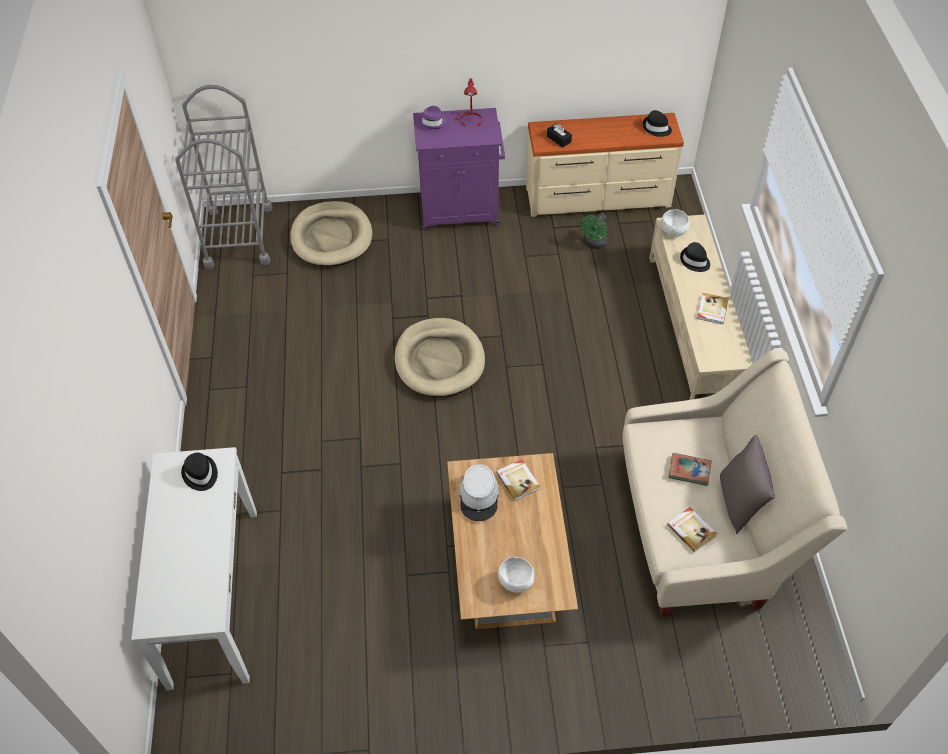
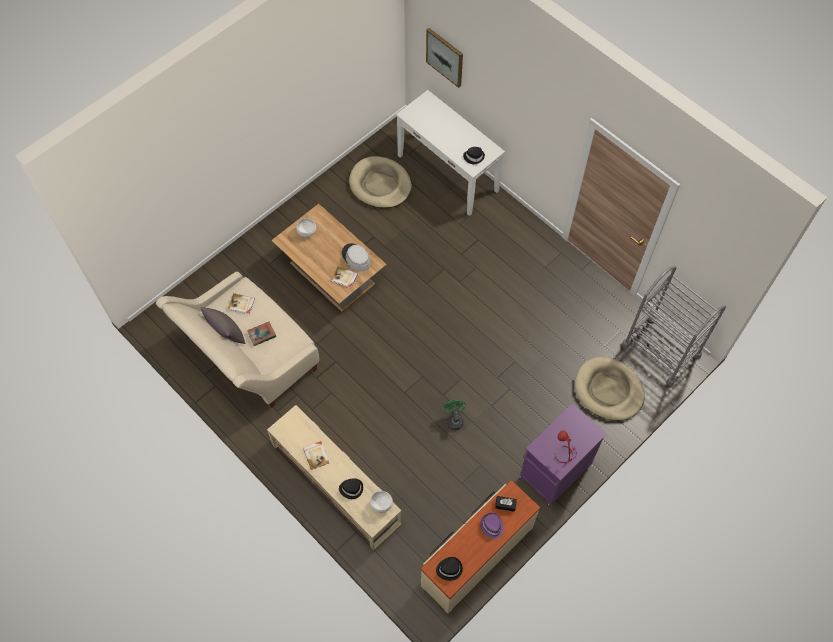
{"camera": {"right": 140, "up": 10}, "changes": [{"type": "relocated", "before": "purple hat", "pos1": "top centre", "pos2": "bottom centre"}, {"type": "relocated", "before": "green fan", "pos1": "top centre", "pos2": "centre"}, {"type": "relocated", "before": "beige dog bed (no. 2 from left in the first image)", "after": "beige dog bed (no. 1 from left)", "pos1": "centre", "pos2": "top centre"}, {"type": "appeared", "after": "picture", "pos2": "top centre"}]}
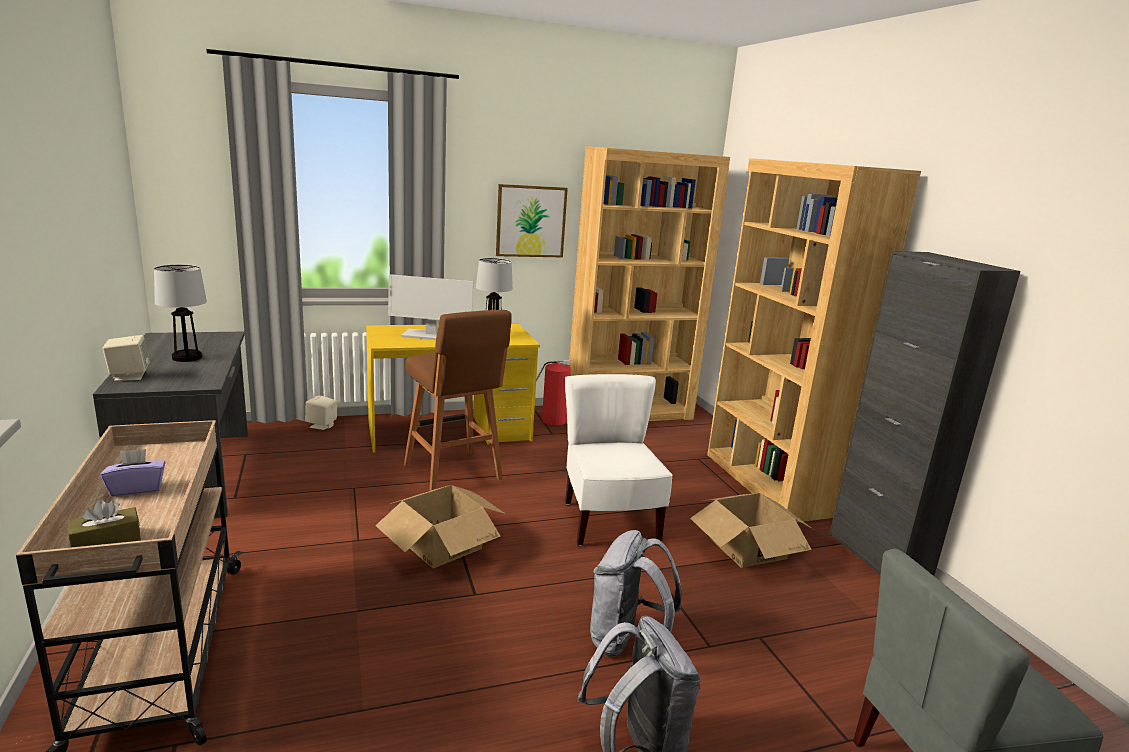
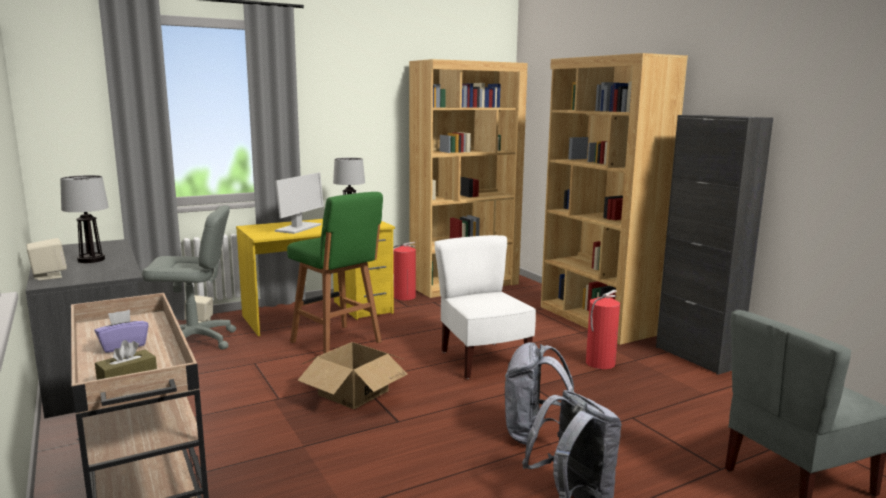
{"camera": {"right": -10, "up": -5}, "changes": [{"type": "missing", "before": "picture", "pos1": "top centre"}, {"type": "spun", "before": "monitor", "pos1": "centre", "pos2": "centre", "turn": -60}, {"type": "colour", "before": "brown stool", "after": "green stool", "pos1": "centre", "pos2": "centre"}, {"type": "exchanged", "before": "cardboard box (no. 2 from left)", "after": "fire extinguisher (no. 2 from left)", "pos1": "bottom centre", "pos2": "middle right"}, {"type": "appeared", "after": "grey office chair", "pos2": "middle left"}]}
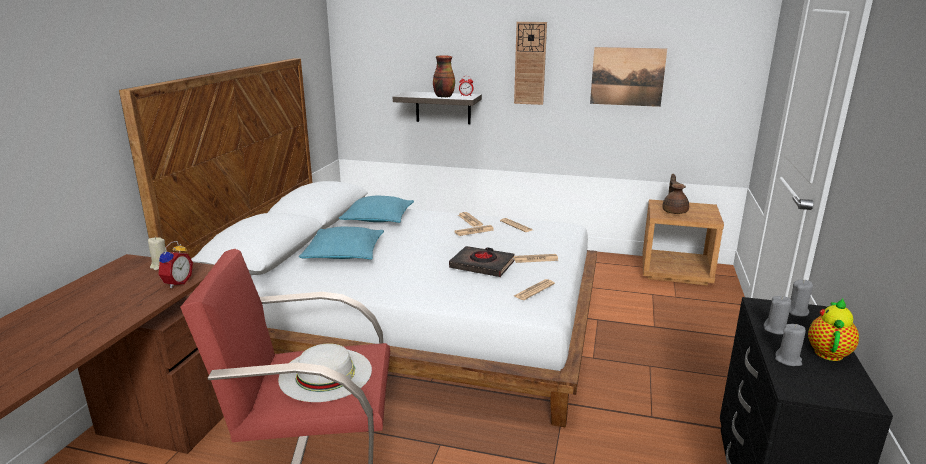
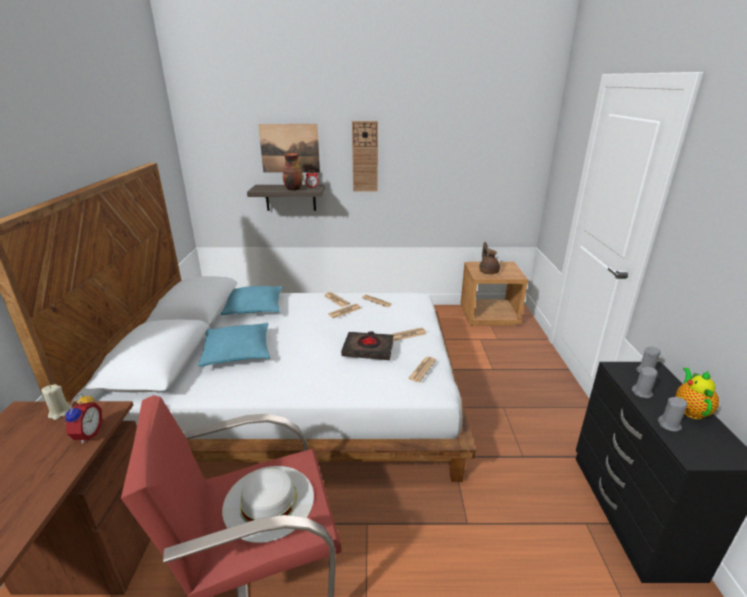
{"camera": {"right": -15, "up": 5}, "changes": [{"type": "relocated", "before": "picture", "pos1": "top right", "pos2": "top centre"}]}
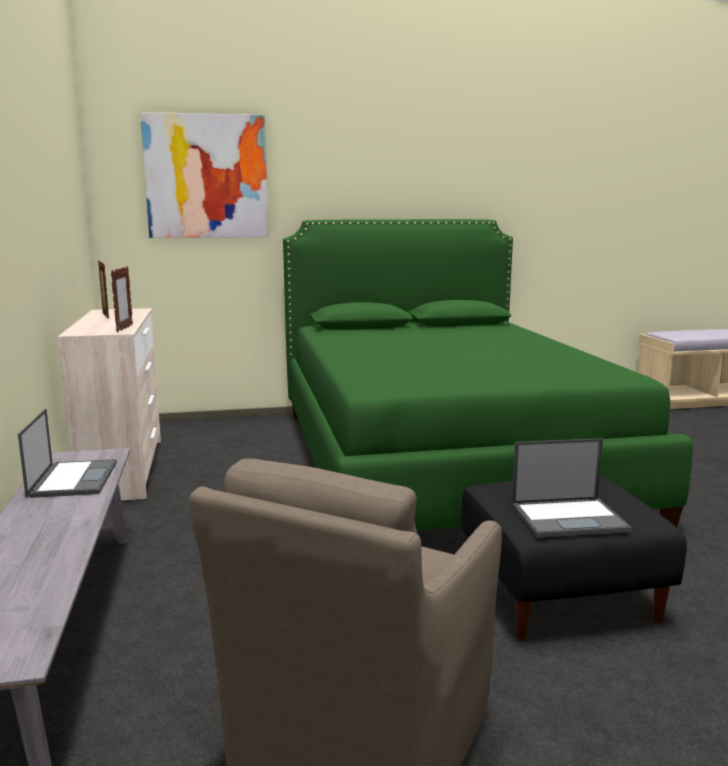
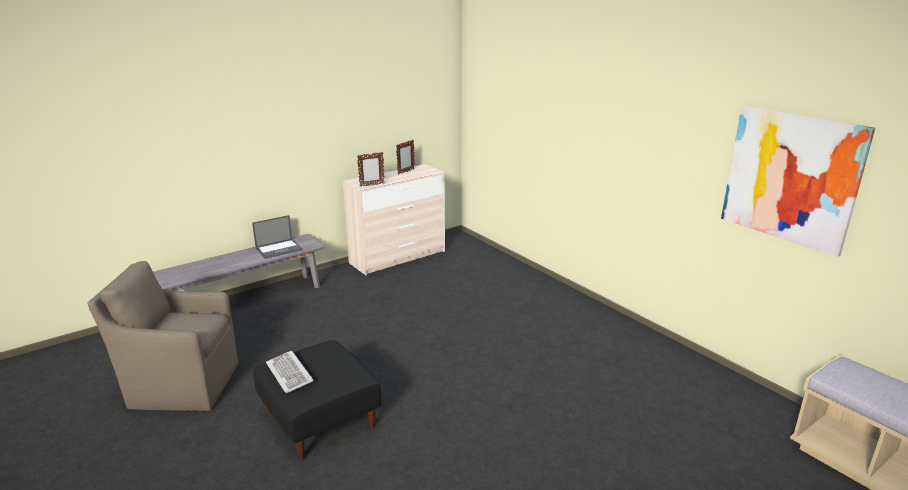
{"camera": {"right": 65, "up": 10}, "changes": [{"type": "relocated", "before": "picture", "pos1": "top left", "pos2": "middle right"}, {"type": "missing", "before": "green bed", "pos1": "middle right"}, {"type": "exchanged", "before": "laptop (no. 2 from left)", "after": "keyboard", "pos1": "middle right", "pos2": "bottom left"}]}
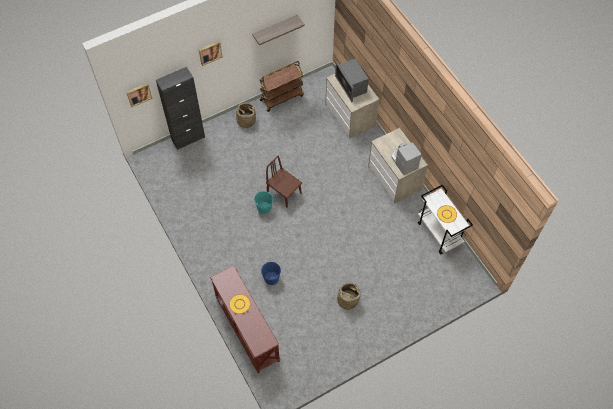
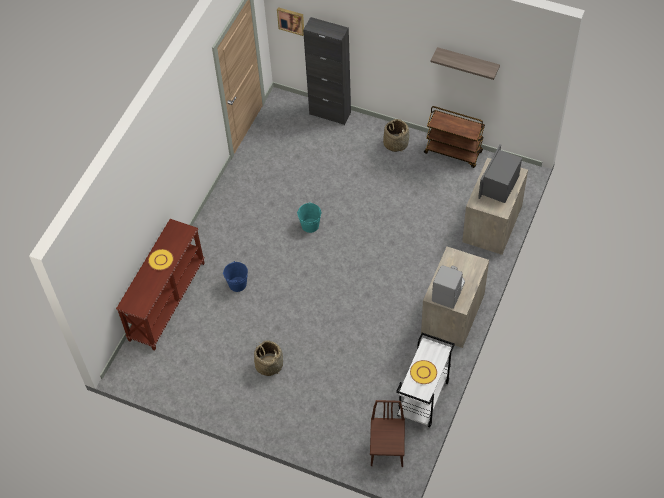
{"camera": {"right": 55, "up": -5}, "changes": [{"type": "missing", "before": "picture (no. 2 from left)", "pos1": "top centre"}, {"type": "relocated", "before": "brown chair", "pos1": "centre", "pos2": "bottom centre"}]}
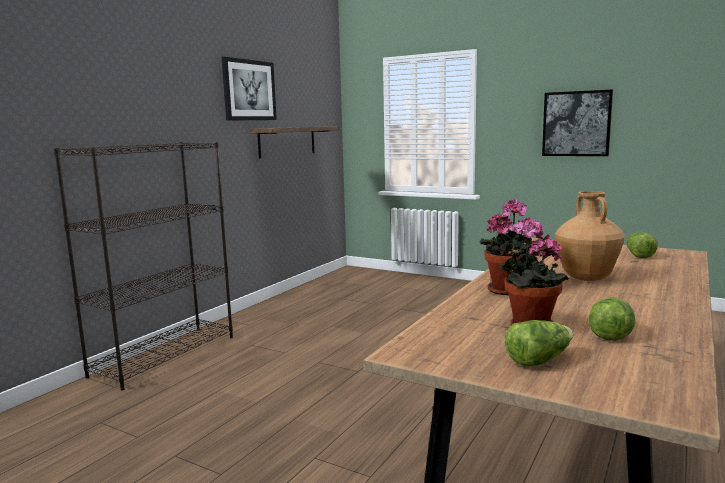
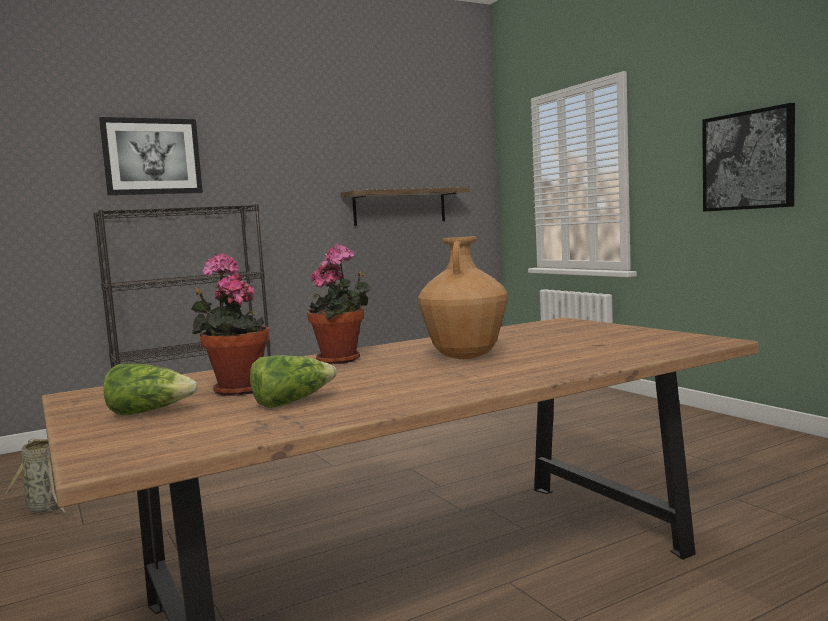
{"camera": {"right": 30, "up": -5}, "changes": [{"type": "relocated", "before": "picture (no. 1 from left)", "pos1": "top centre", "pos2": "top left"}, {"type": "missing", "before": "lettuce (no. 3 from left)", "pos1": "middle right"}, {"type": "appeared", "after": "basket", "pos2": "bottom left"}]}
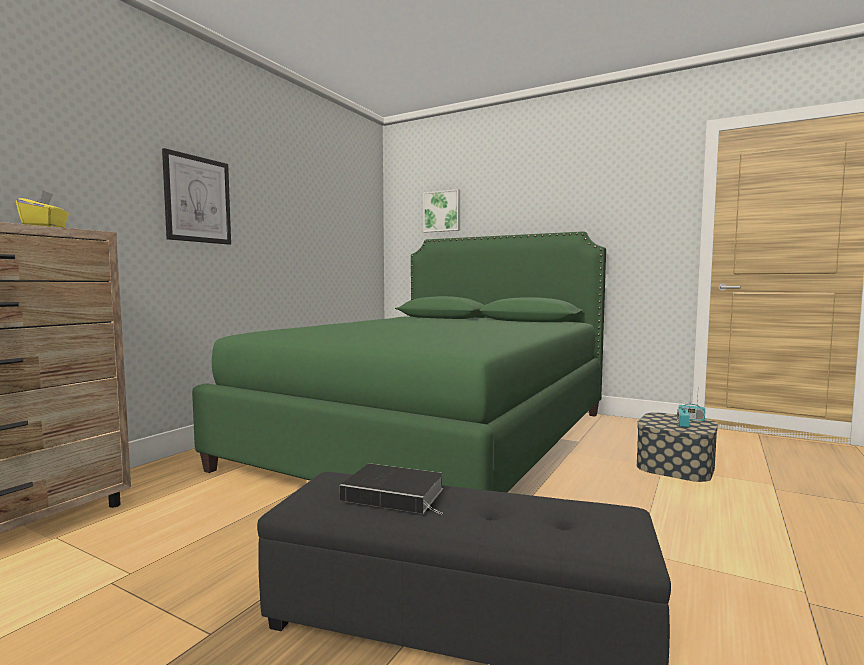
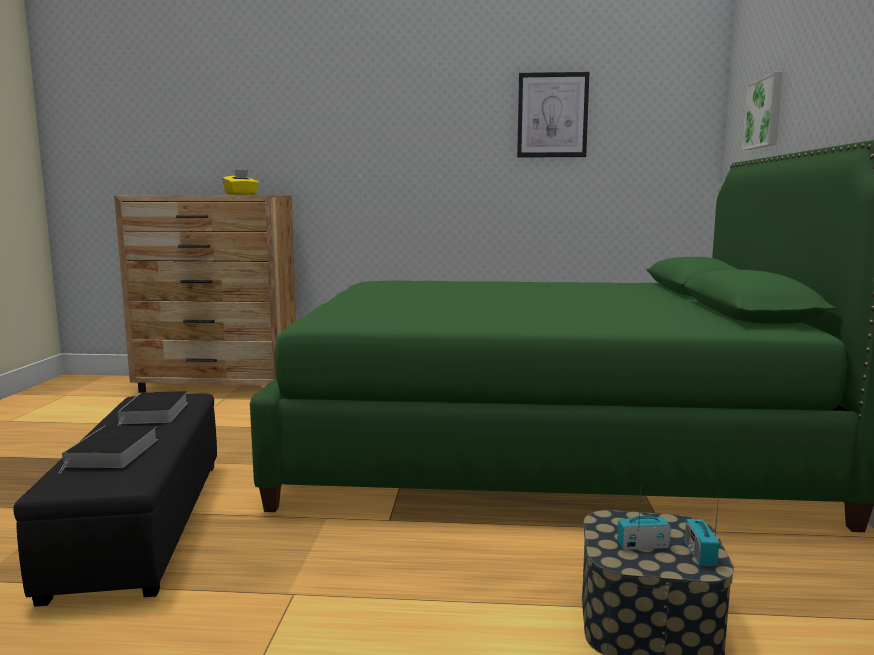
{"camera": {"right": 65, "up": 5}, "changes": [{"type": "relocated", "before": "picture (no. 1 from left)", "pos1": "top left", "pos2": "top centre"}, {"type": "appeared", "after": "book (no. 1 from left)", "pos2": "bottom left"}]}
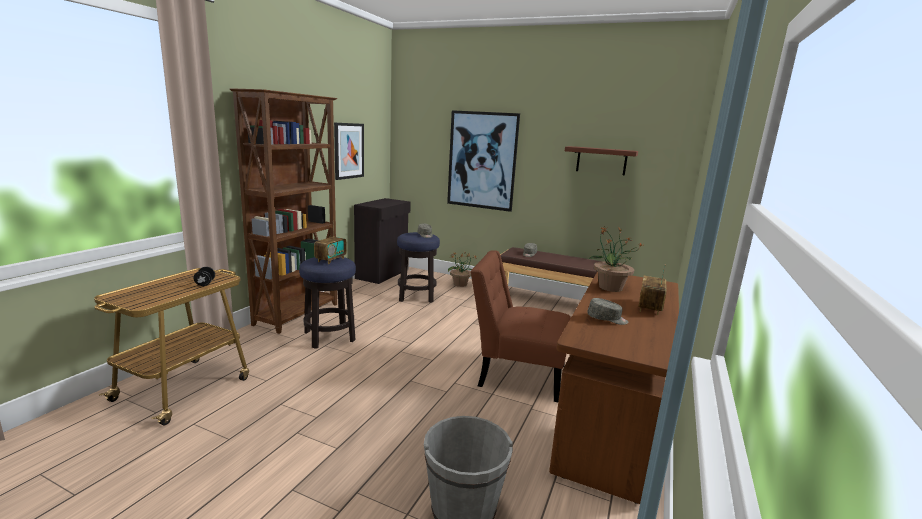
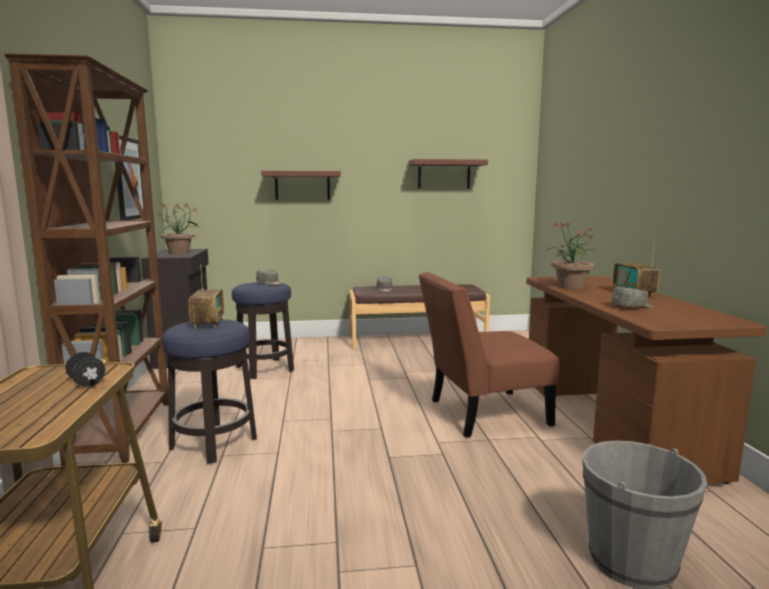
{"camera": {"right": -30, "up": -5}, "changes": [{"type": "exchanged", "before": "picture (no. 2 from left)", "after": "shelf (no. 1 from left)", "pos1": "top centre", "pos2": "top centre"}, {"type": "relocated", "before": "potted plant (no. 1 from left)", "pos1": "centre", "pos2": "middle left"}]}
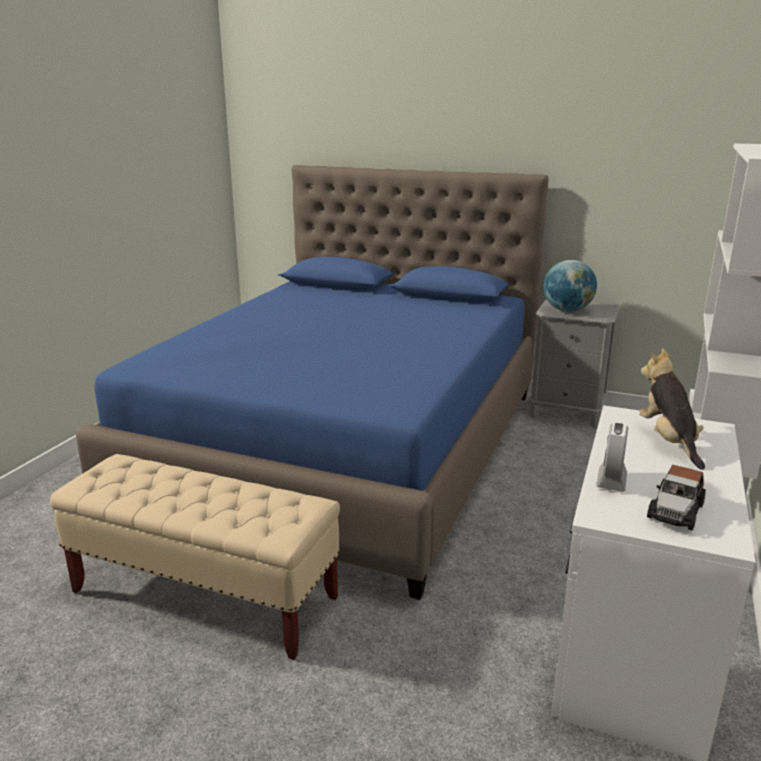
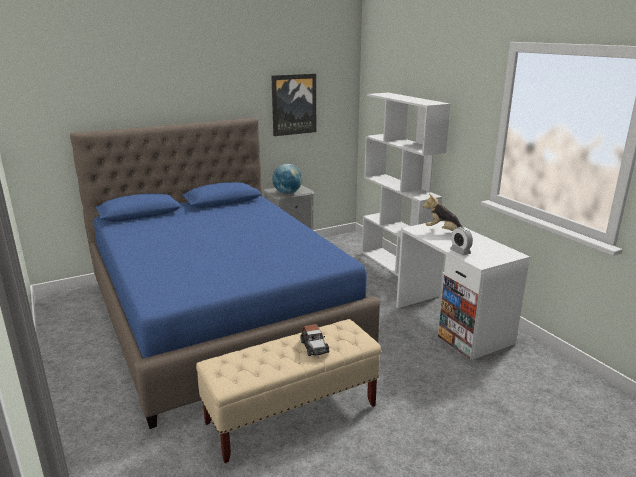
{"camera": {"right": -50, "up": 0}, "changes": [{"type": "relocated", "before": "toy car", "pos1": "middle right", "pos2": "bottom centre"}, {"type": "appeared", "after": "picture", "pos2": "top centre"}]}
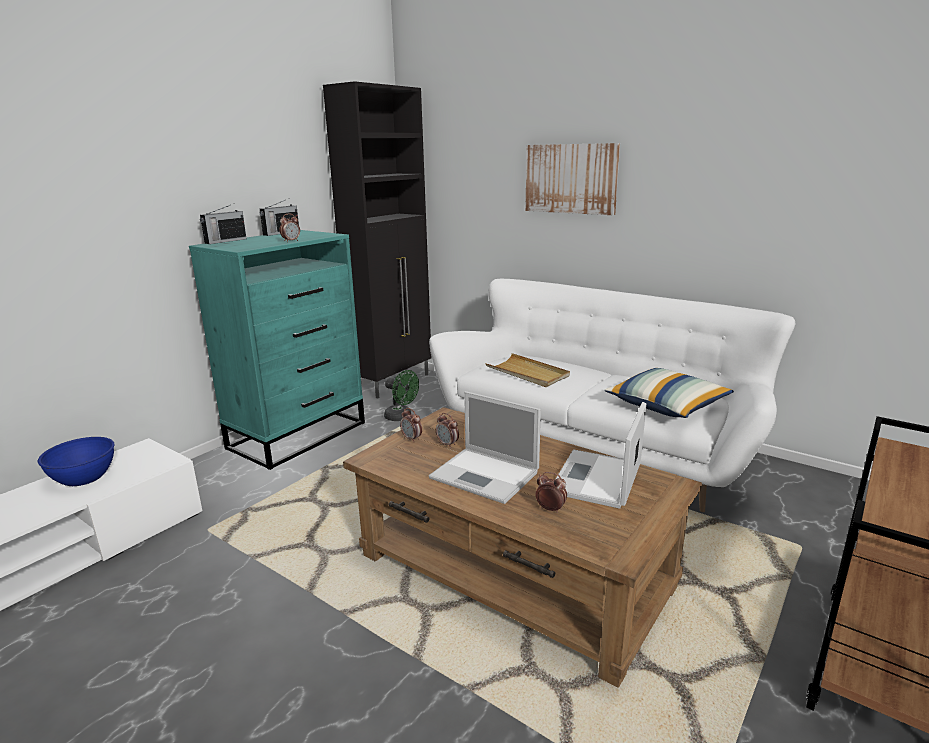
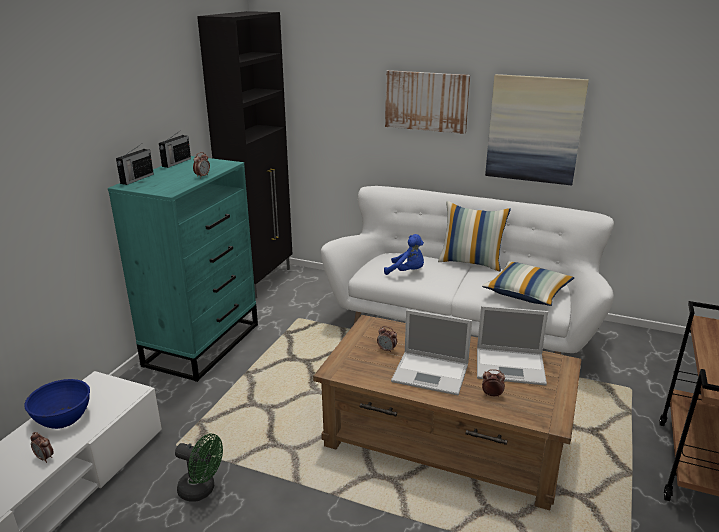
{"camera": {"right": -15, "up": 5}, "changes": [{"type": "exchanged", "before": "beige tray", "after": "blue plush toy", "pos1": "centre", "pos2": "centre"}, {"type": "relocated", "before": "green fan", "pos1": "centre", "pos2": "bottom left"}, {"type": "spun", "before": "laptop (no. 2 from left)", "pos1": "centre", "pos2": "middle right", "turn": -90}, {"type": "relocated", "before": "alarm clock (no. 2 from left in the first image)", "after": "alarm clock (no. 1 from left)", "pos1": "centre", "pos2": "bottom left"}, {"type": "appeared", "after": "picture (no. 2 from left)", "pos2": "top right"}, {"type": "appeared", "after": "pillow (no. 1 from left)", "pos2": "centre"}]}
